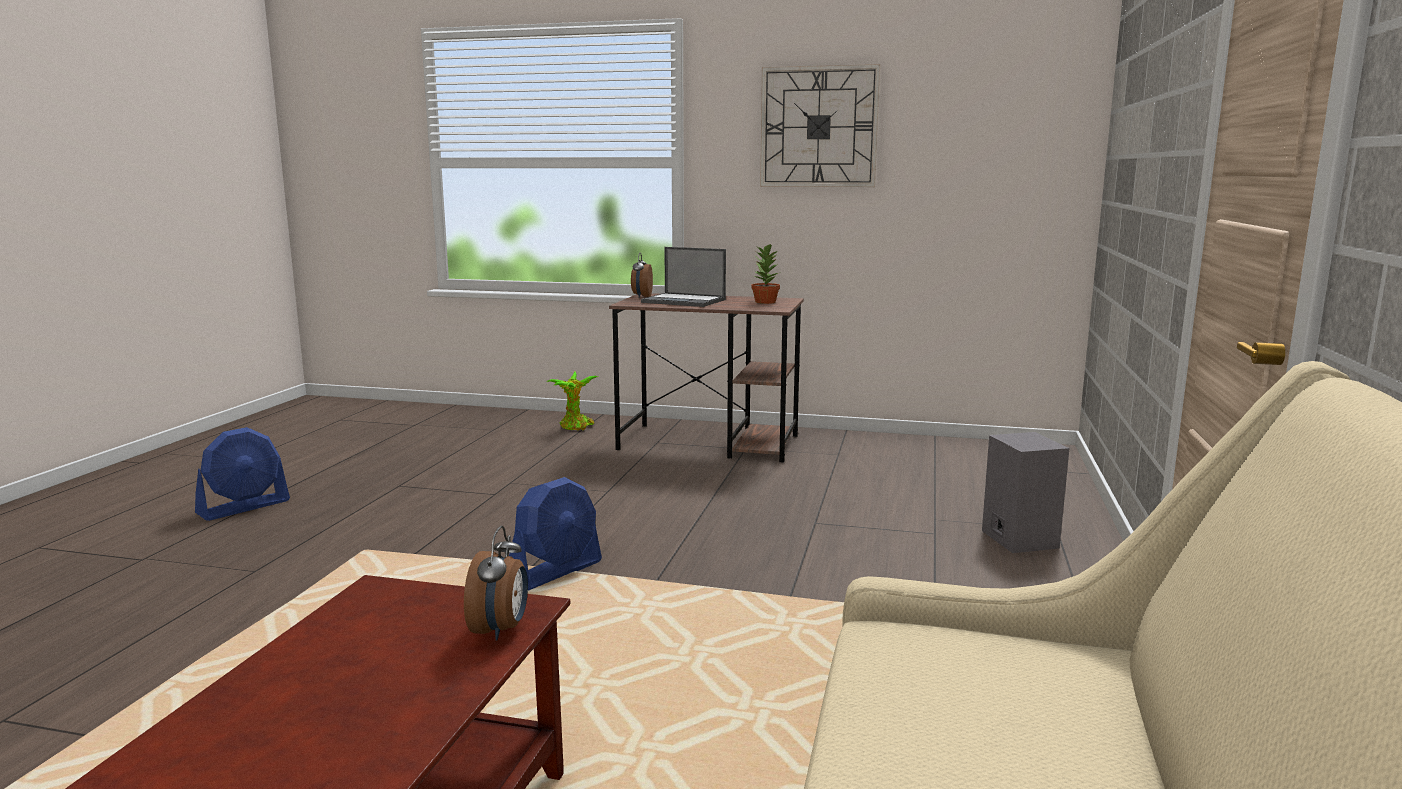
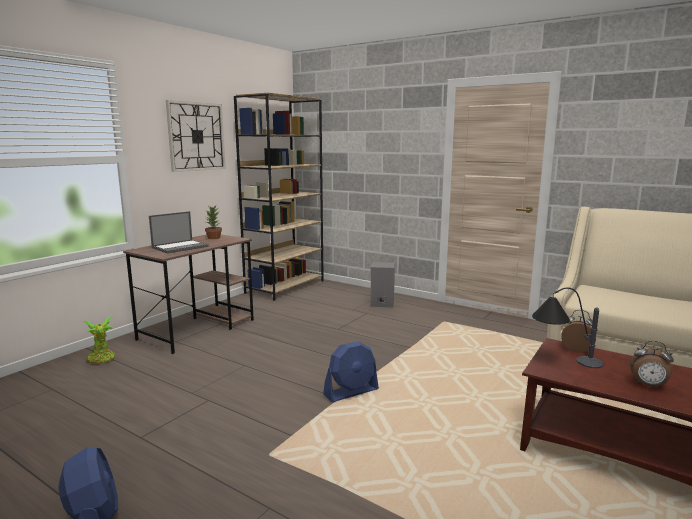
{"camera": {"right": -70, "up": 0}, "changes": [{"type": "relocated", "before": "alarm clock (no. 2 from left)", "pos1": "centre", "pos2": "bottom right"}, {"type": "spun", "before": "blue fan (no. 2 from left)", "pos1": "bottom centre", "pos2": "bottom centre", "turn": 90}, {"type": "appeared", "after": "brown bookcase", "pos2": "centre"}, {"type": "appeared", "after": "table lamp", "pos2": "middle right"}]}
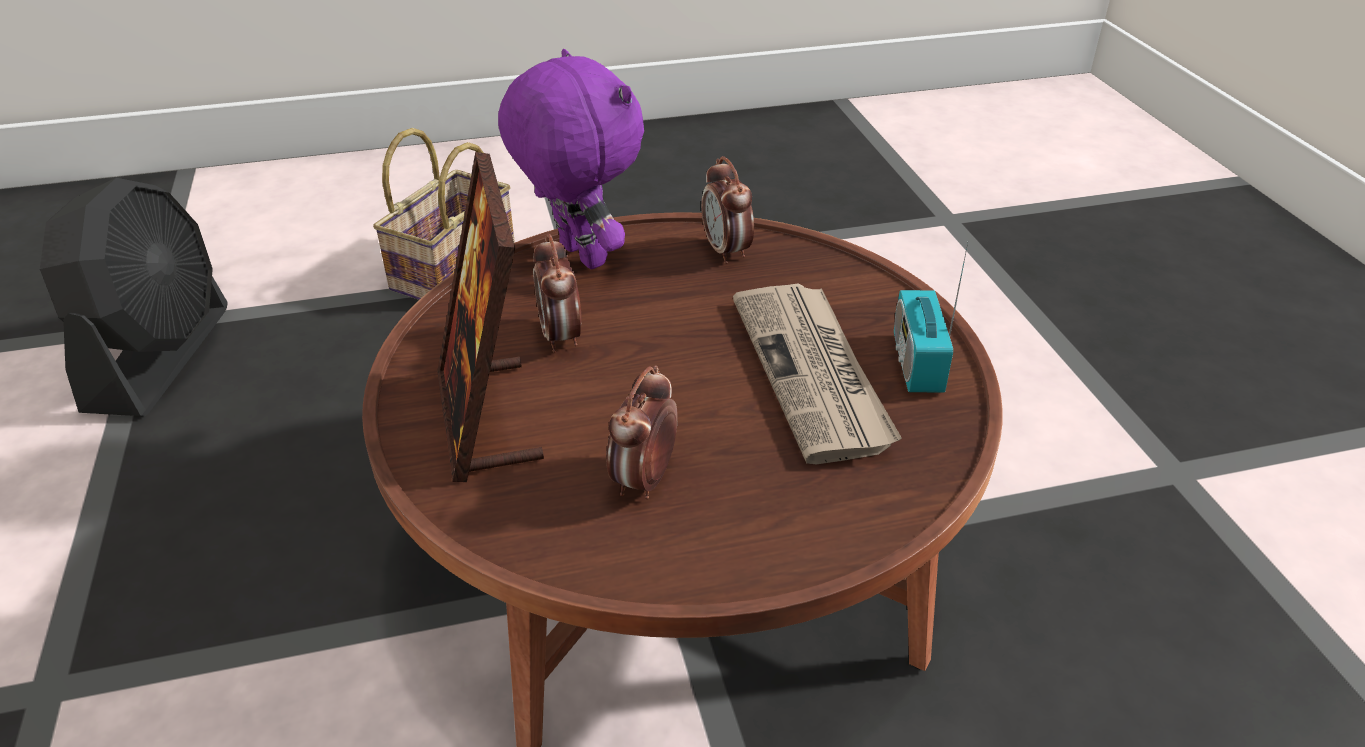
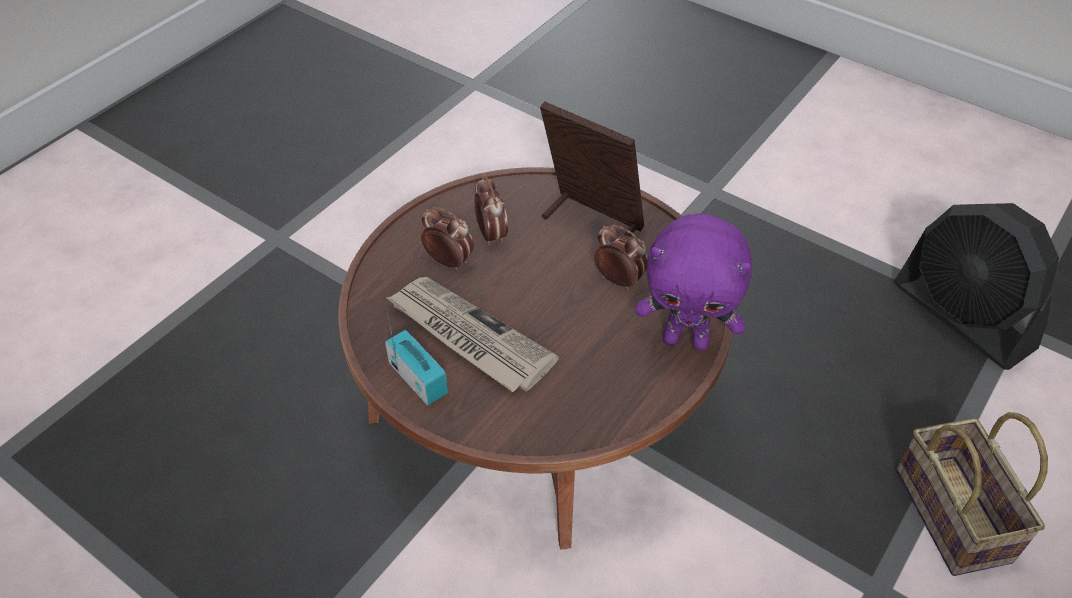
{"camera": {"right": 140, "up": 10}, "changes": [{"type": "relocated", "before": "alarm clock (no. 3 from left in the first image)", "after": "alarm clock (no. 1 from left)", "pos1": "top centre", "pos2": "centre"}]}
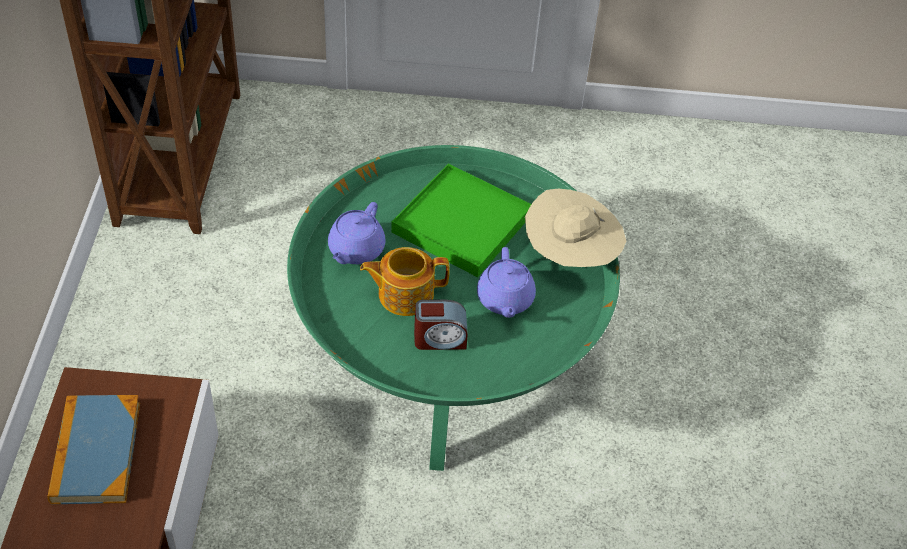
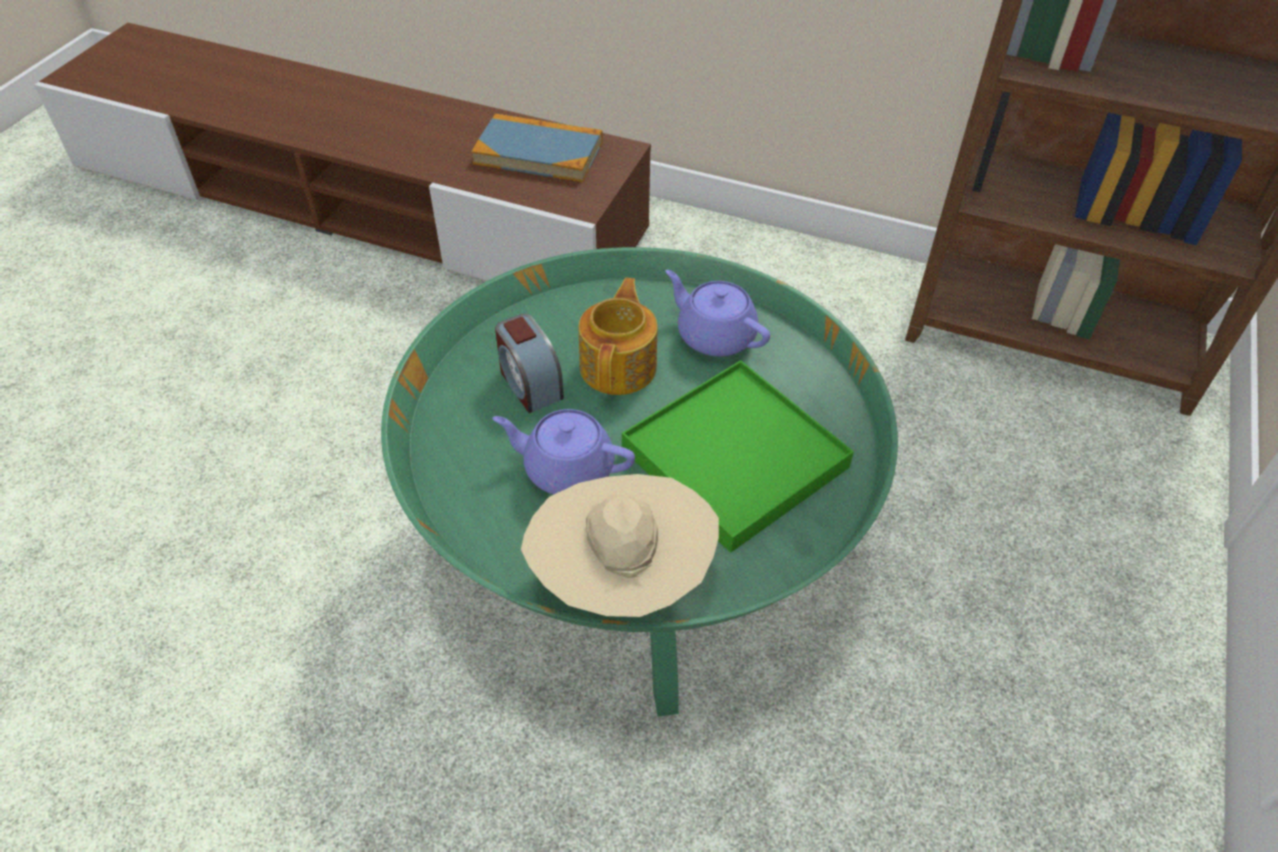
{"camera": {"right": 110, "up": 0}, "changes": [{"type": "spun", "before": "alarm clock", "pos1": "centre", "pos2": "centre", "turn": -45}]}
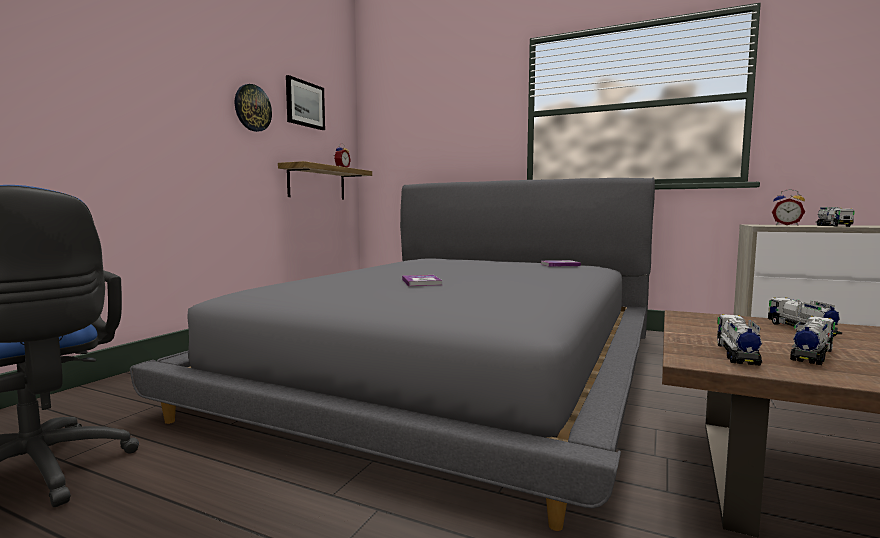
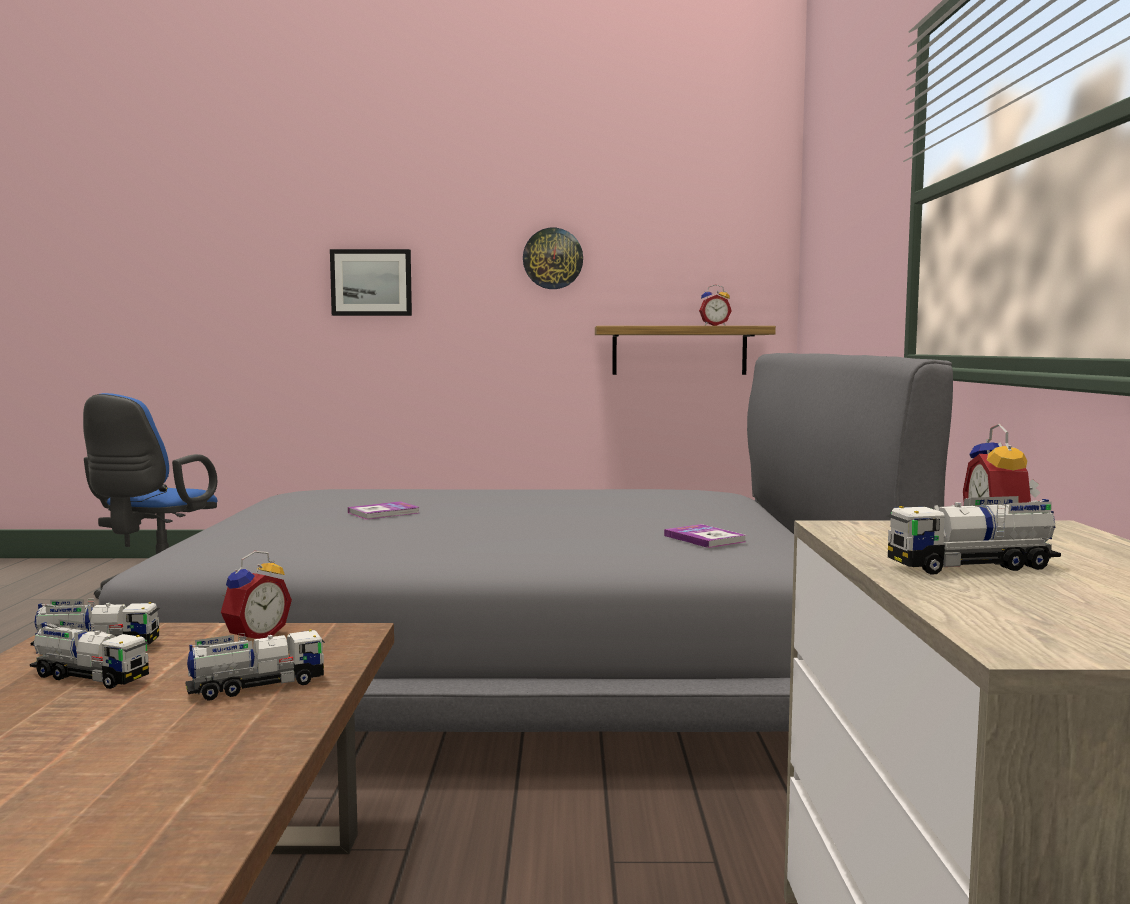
{"camera": {"right": 65, "up": 0}, "changes": [{"type": "relocated", "before": "picture", "pos1": "top centre", "pos2": "top left"}, {"type": "appeared", "after": "alarm clock (no. 1 from left)", "pos2": "middle left"}]}
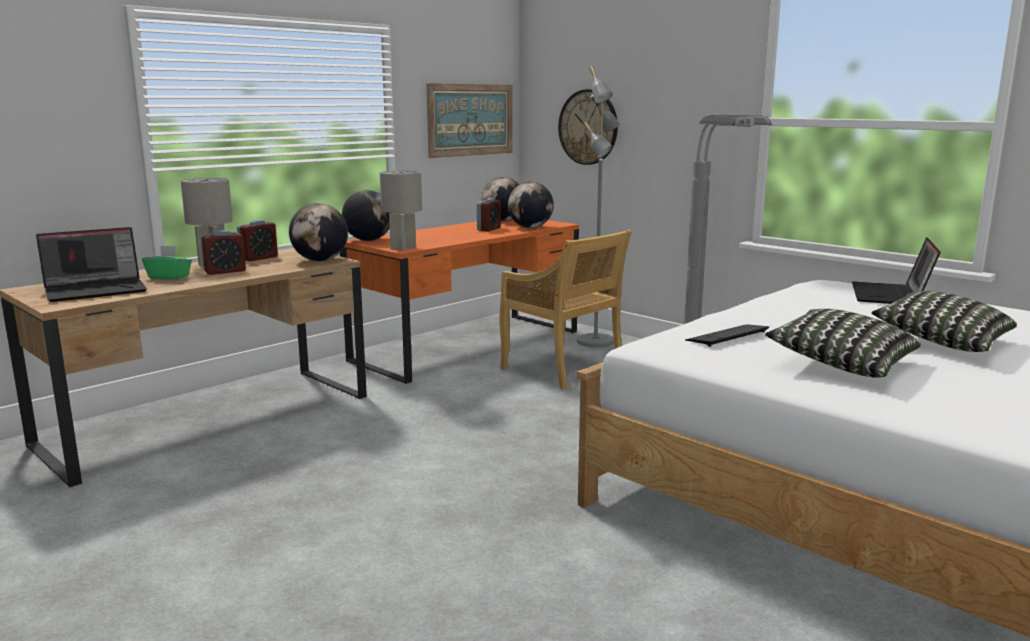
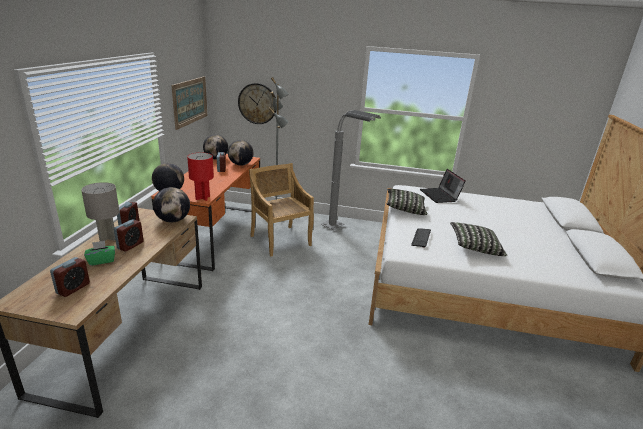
{"camera": {"right": -35, "up": 10}, "changes": [{"type": "colour", "before": "grey table lamp (no. 2 from left)", "after": "red table lamp", "pos1": "top centre", "pos2": "middle left"}, {"type": "exchanged", "before": "laptop (no. 1 from left)", "after": "alarm clock (no. 1 from left)", "pos1": "middle left", "pos2": "middle left"}, {"type": "spun", "before": "beige chair", "pos1": "centre", "pos2": "centre", "turn": -135}, {"type": "relocated", "before": "pillow (no. 2 from left in the first image)", "after": "pillow (no. 1 from left)", "pos1": "middle right", "pos2": "centre"}]}
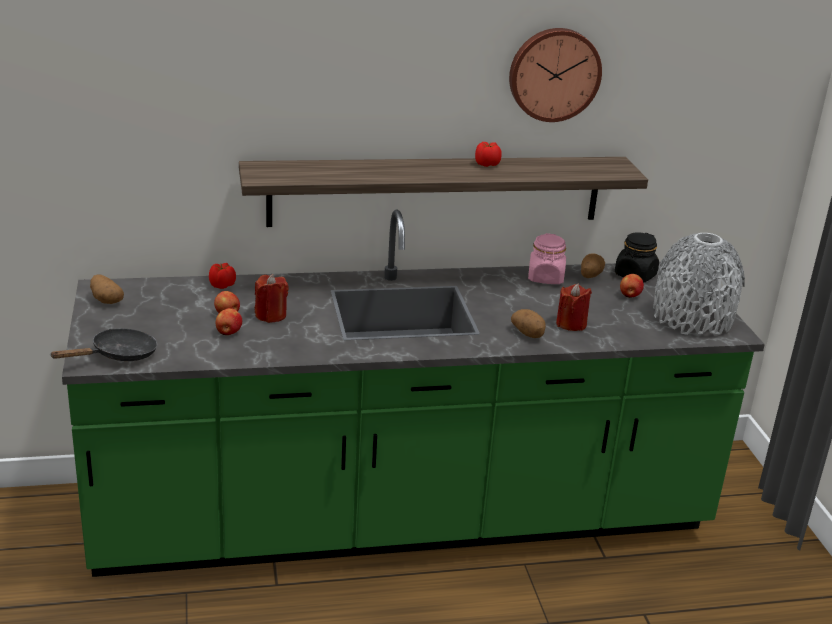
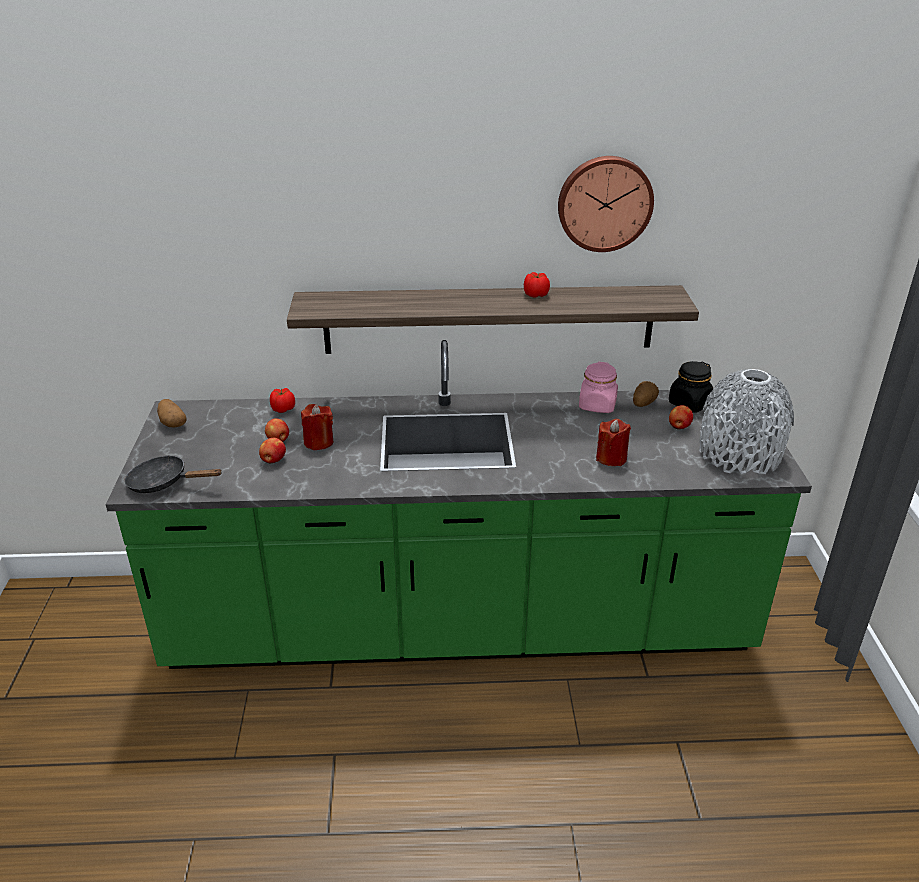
{"camera": {"right": 10, "up": 5}, "changes": [{"type": "missing", "before": "potato (no. 2 from left)", "pos1": "centre"}, {"type": "spun", "before": "black frying pan", "pos1": "middle left", "pos2": "middle left", "turn": -135}]}
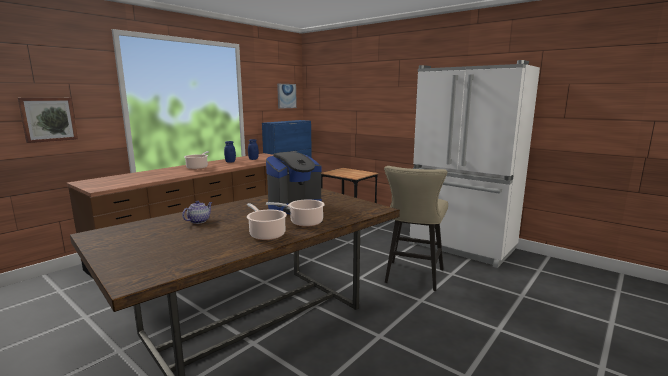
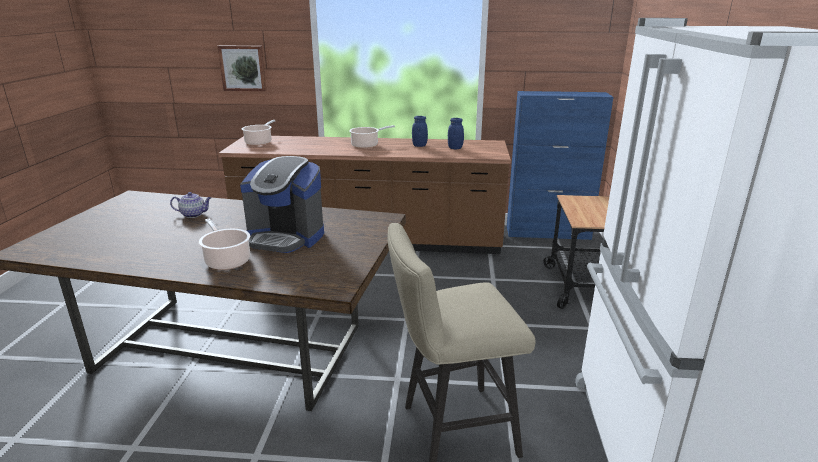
{"camera": {"right": 55, "up": 10}, "changes": [{"type": "missing", "before": "picture (no. 2 from left)", "pos1": "top centre"}, {"type": "relocated", "before": "cooking pot (no. 2 from left)", "pos1": "centre", "pos2": "top left"}]}
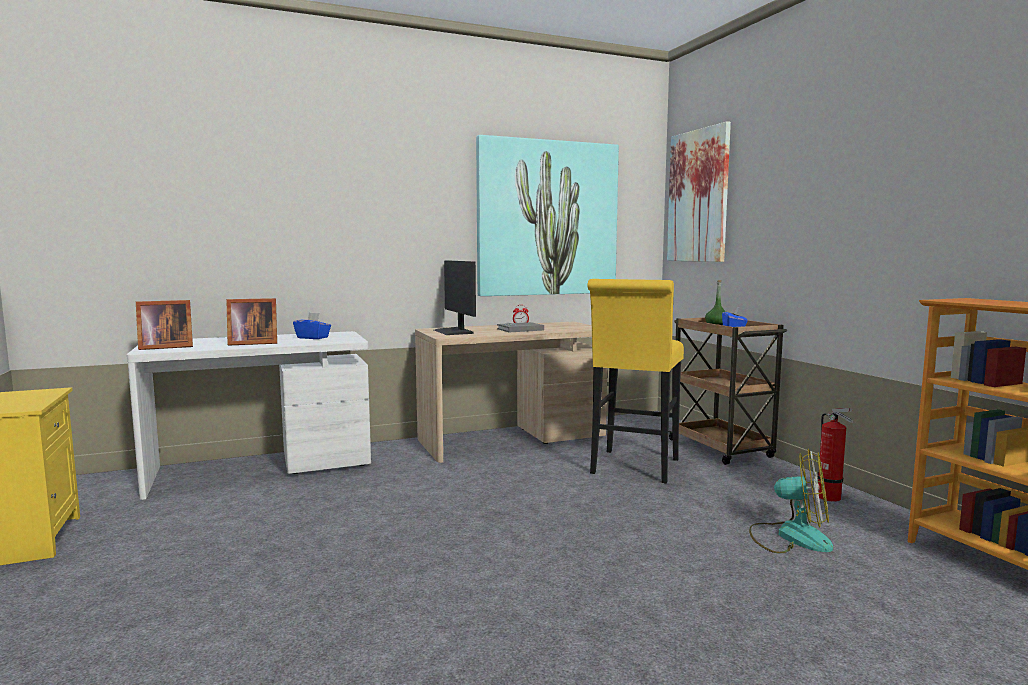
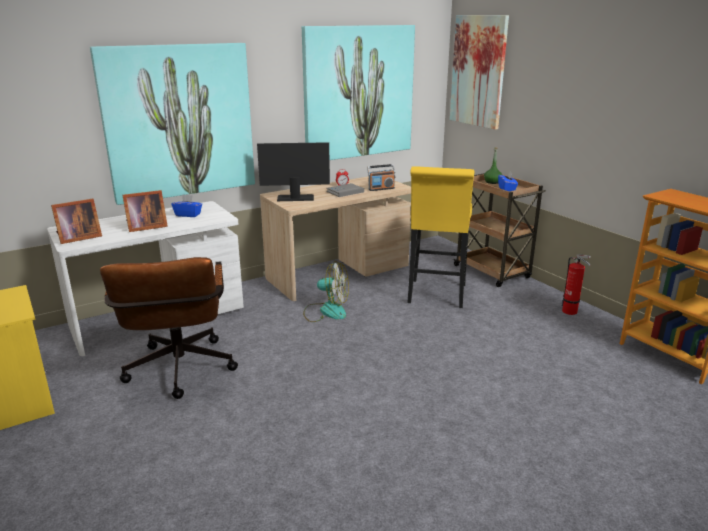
{"camera": {"right": -10, "up": 15}, "changes": [{"type": "spun", "before": "monitor", "pos1": "centre", "pos2": "top centre", "turn": 120}, {"type": "relocated", "before": "fan", "pos1": "bottom right", "pos2": "centre"}, {"type": "appeared", "after": "picture (no. 1 from left)", "pos2": "top left"}, {"type": "appeared", "after": "radio", "pos2": "centre"}, {"type": "appeared", "after": "brown office chair", "pos2": "middle left"}]}
